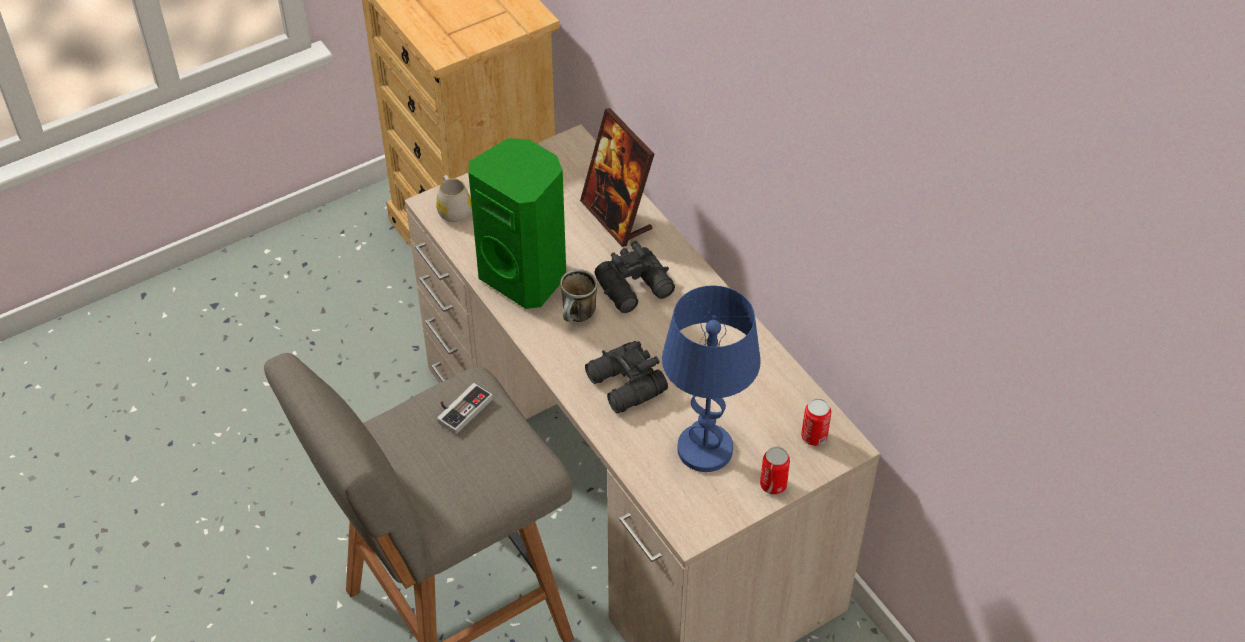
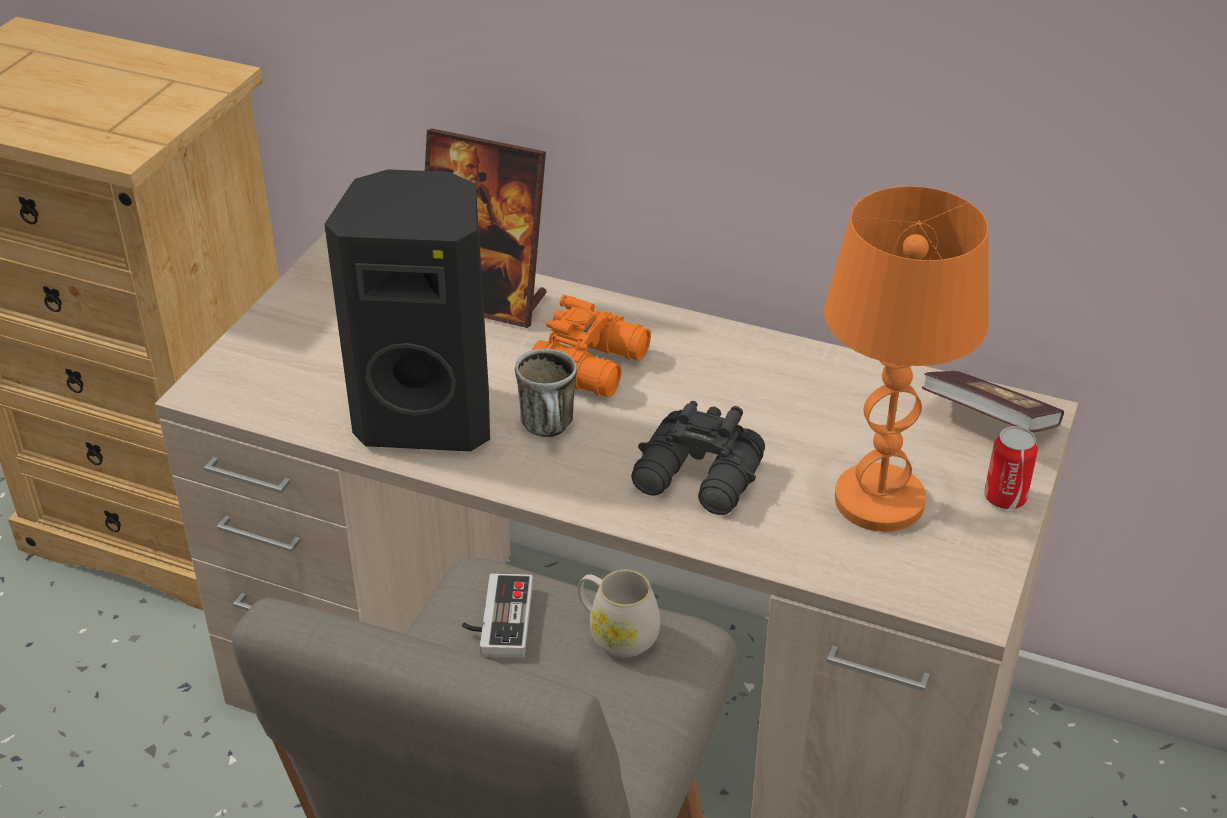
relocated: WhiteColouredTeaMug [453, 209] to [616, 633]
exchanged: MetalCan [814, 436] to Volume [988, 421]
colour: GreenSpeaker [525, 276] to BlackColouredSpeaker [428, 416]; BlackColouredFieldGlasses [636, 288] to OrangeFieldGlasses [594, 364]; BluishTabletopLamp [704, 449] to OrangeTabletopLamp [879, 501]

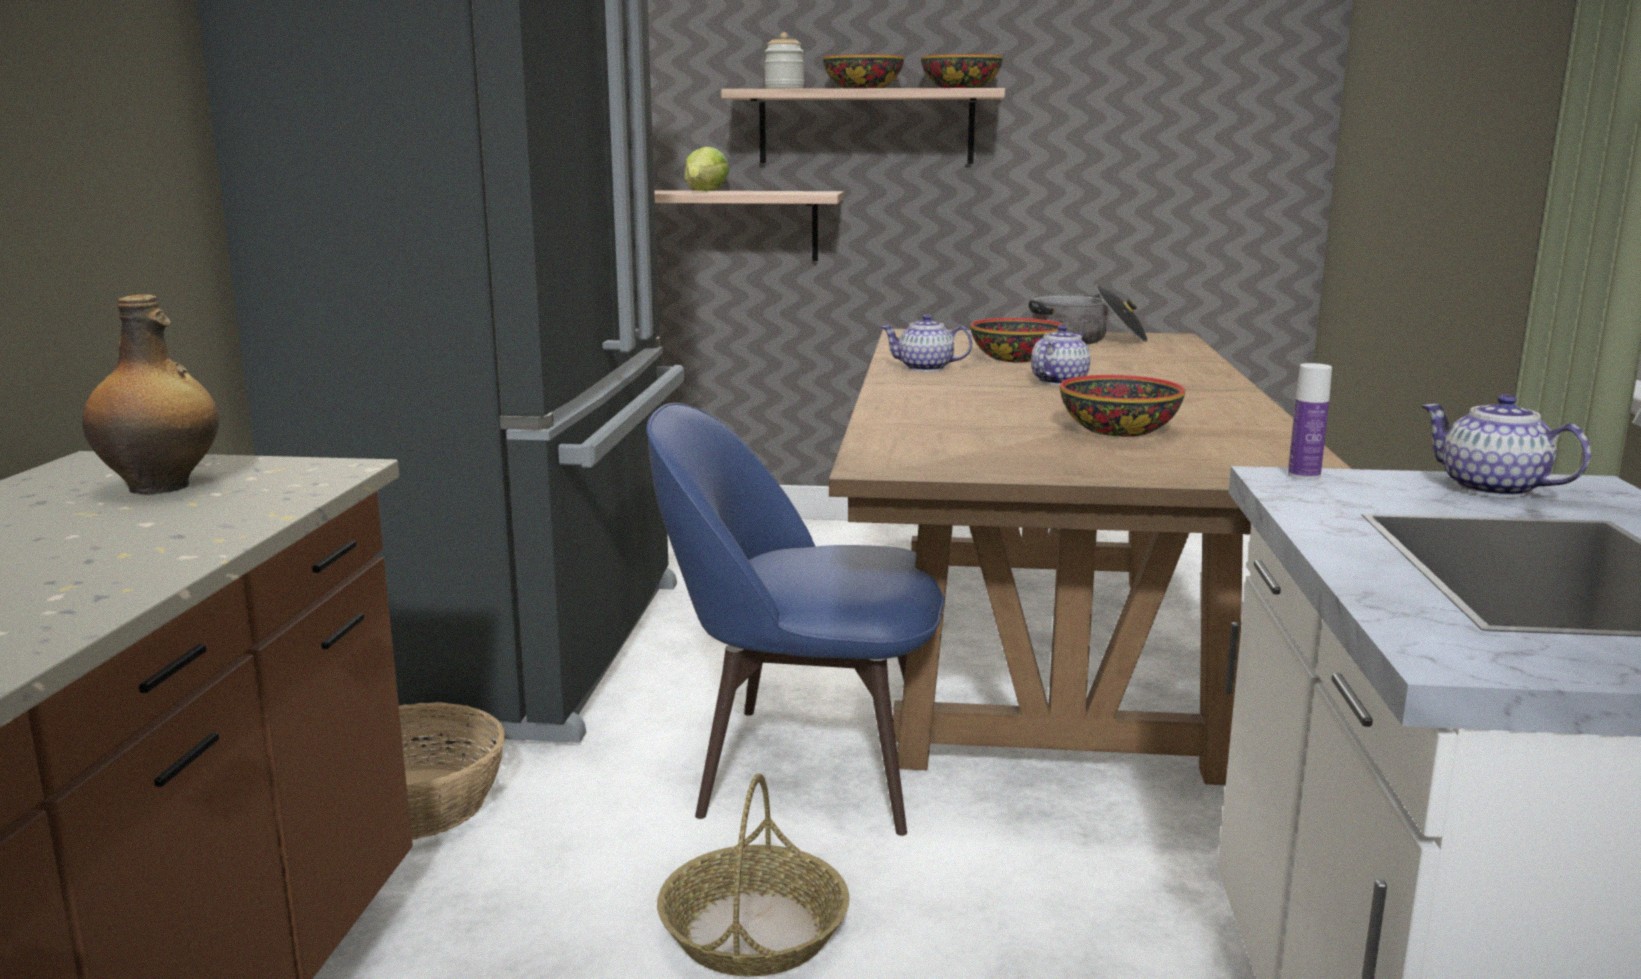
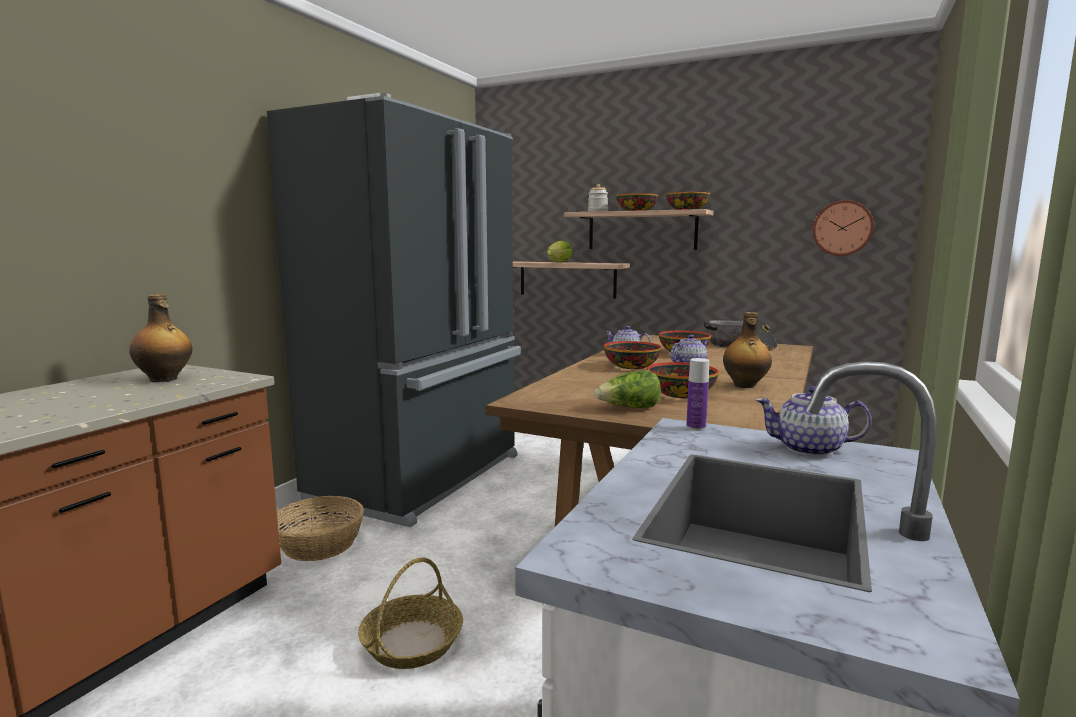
missing: BluishChair [804, 766]
appeared: LettuceHead [629, 408]; DeepDish [632, 366]; BeverageBottle [744, 385]; ClockOnTheWall [842, 228]
spun: PotForTea [1493, 489] = [810, 449] 60 degrees counterclockwise

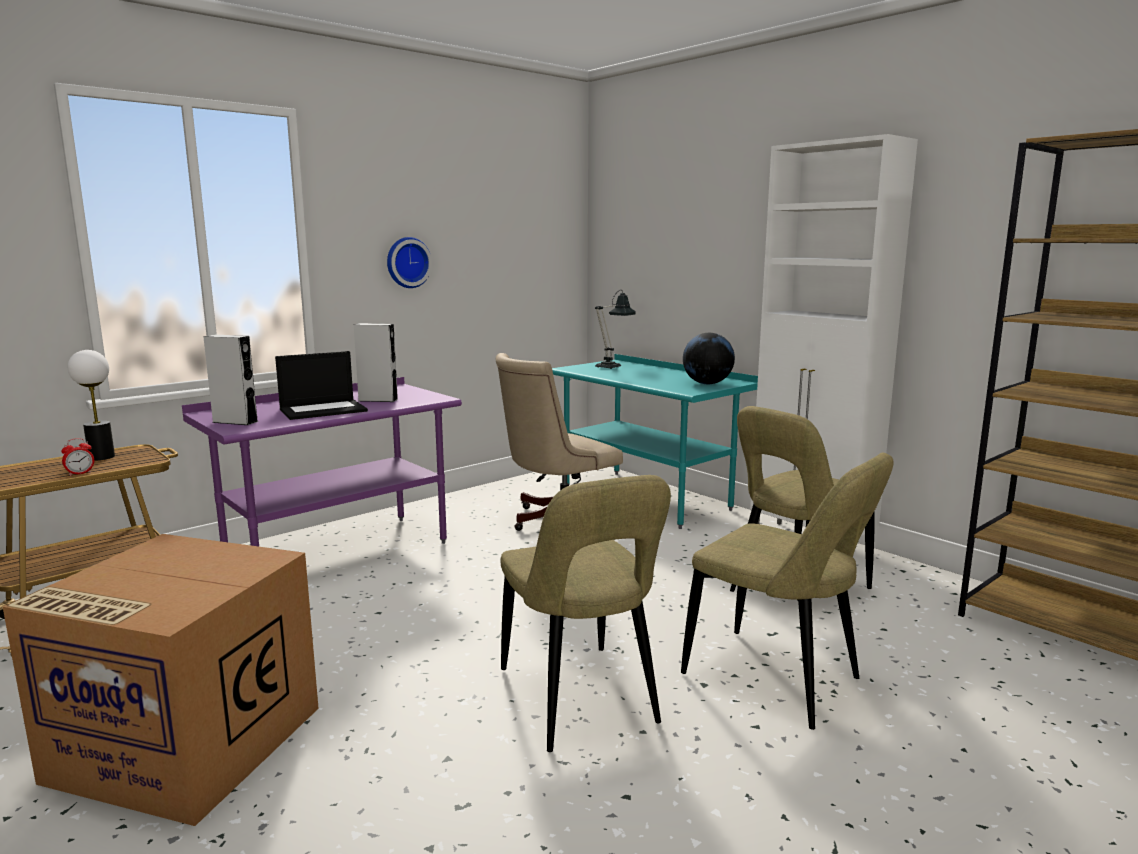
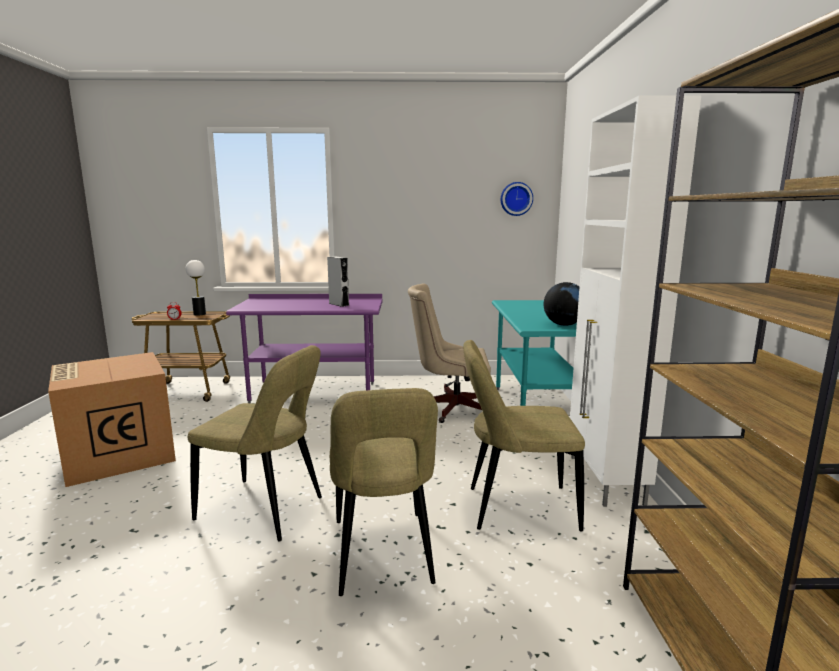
missing: GraySpeaker [235, 422]; PortableComputer [324, 410]; TabletopLamp [611, 366]
relocated: ClockOnTheWall [407, 262] to [516, 199]
spun: BeigeChair [580, 701] = [265, 510] 90 degrees counterclockwise

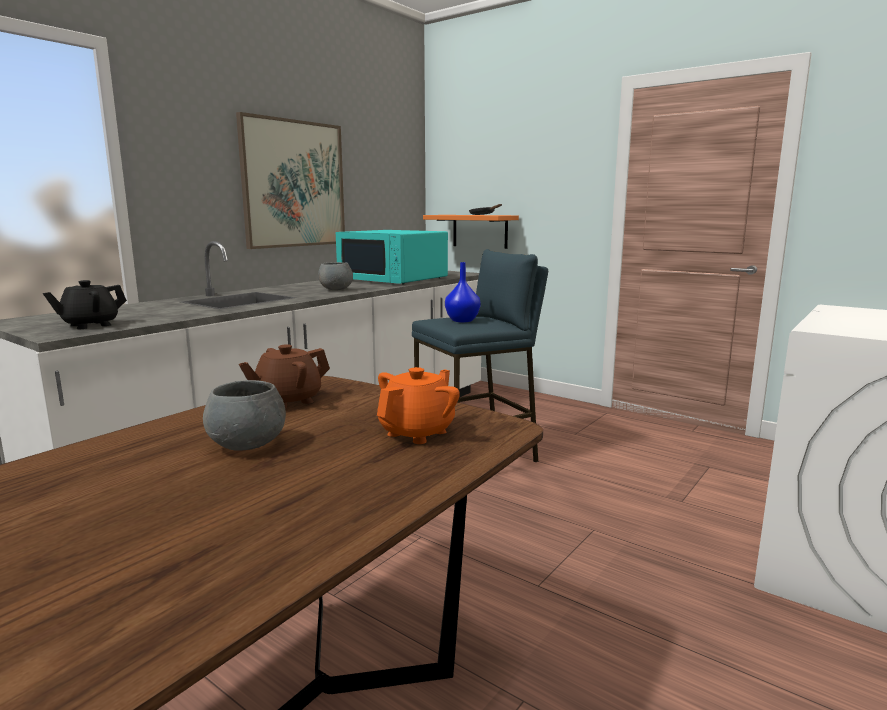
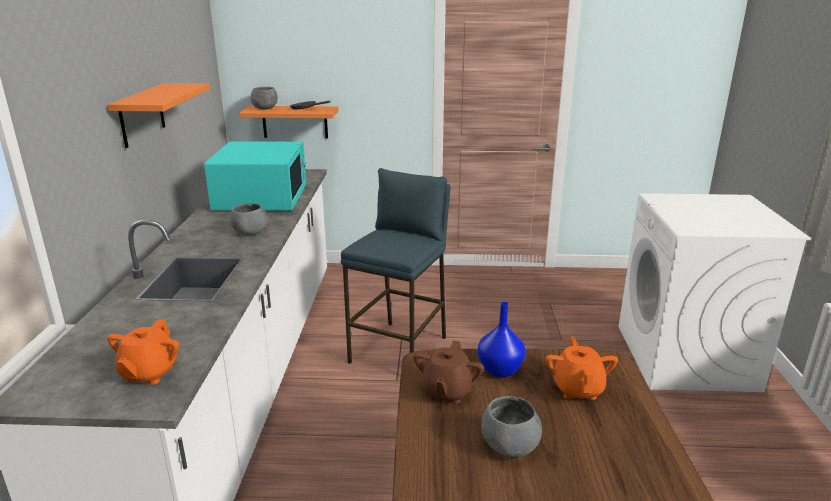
appeared: GrayDeepDish [265, 108]
relocated: BluishFlowerVase [462, 320] to [500, 369]
exchanged: Picture [294, 184] to OrangeShelf [142, 115]
colour: BlackColouredPotForTea [90, 325] to OrangePotForTea [149, 373]
spun: TurquoiseColouredMicrowaveOven [393, 279] = [262, 197] 90 degrees counterclockwise

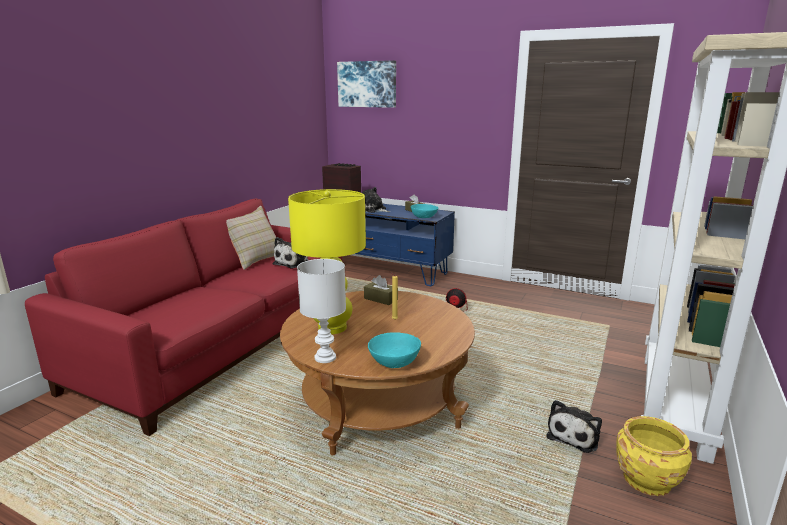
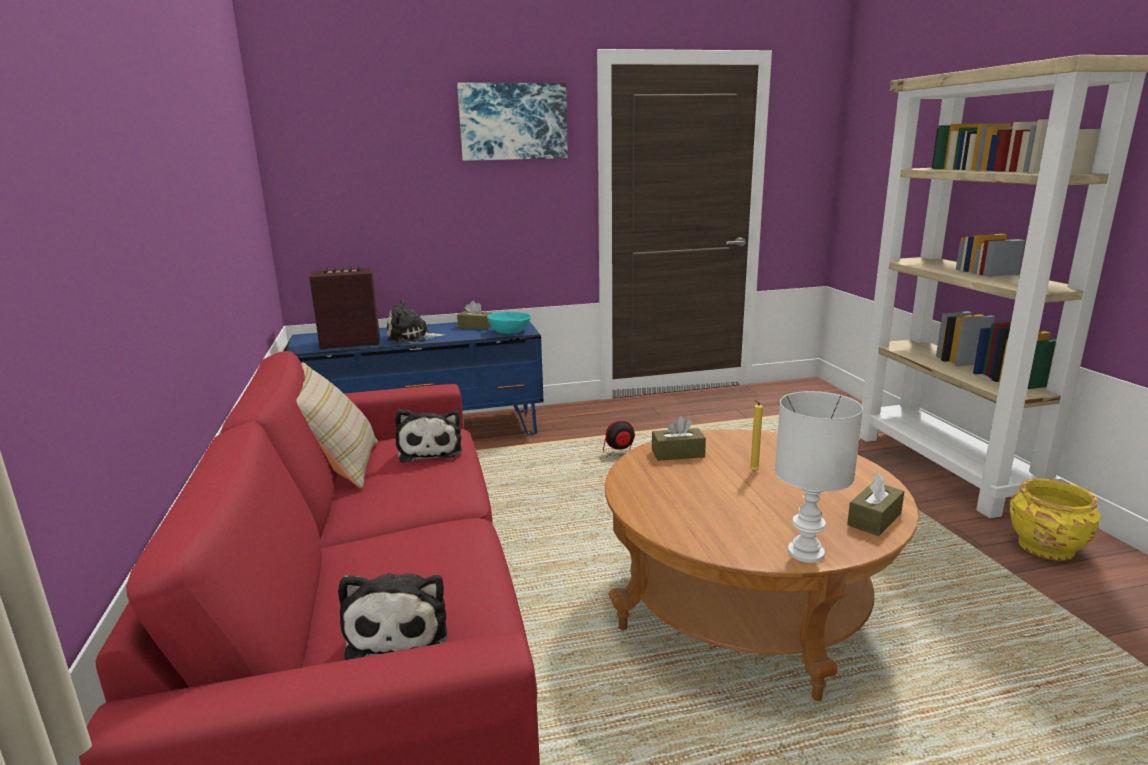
missing: YellowTabletopLamp [333, 328]
relocated: Picture [367, 84] to [513, 121]; SoftToy [574, 435] to [399, 629]
exchanged: TurquoiseColouredDeepDish [394, 362] to BrownTissueHolder [874, 519]

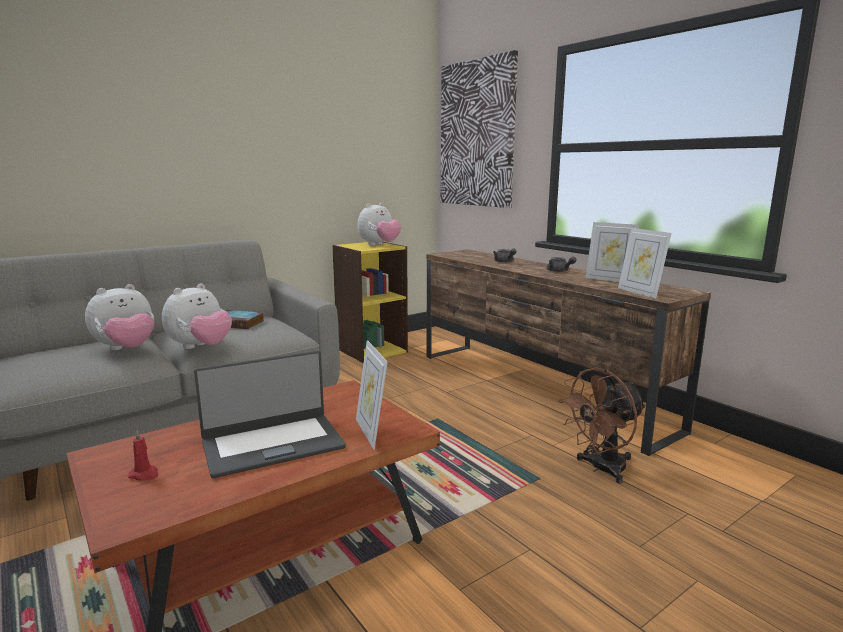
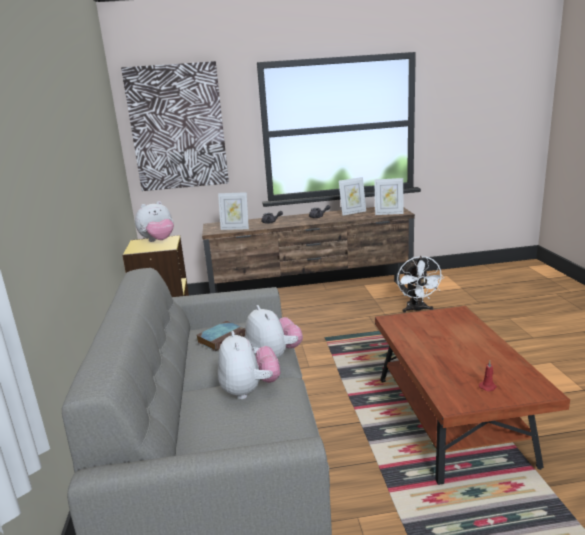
missing: PortableComputer [272, 444]
relocated: PhotoFrame [371, 432] to [235, 228]
colour: BrownCoolingFan [601, 469] to WhiteColouredCoolingFan [417, 310]
spun: SoftToy [379, 245] = [158, 241] 75 degrees clockwise

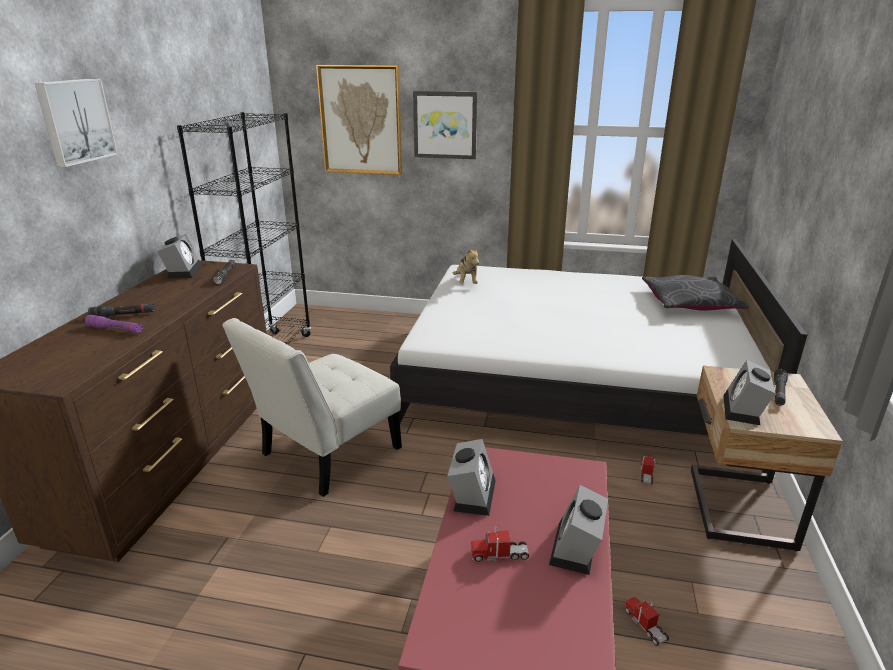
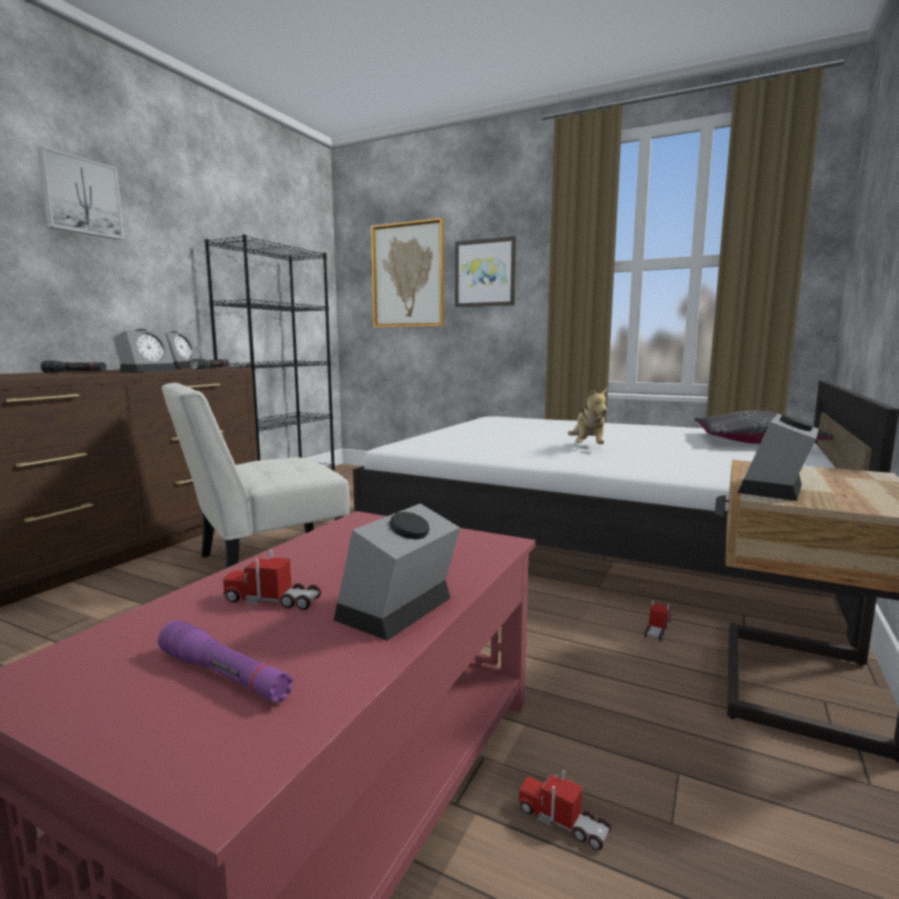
missing: BlackColouredTorch [778, 392]
relocated: PurpleTorch [115, 329] to [224, 675]; AlarmClock [472, 493] to [148, 371]; SoftToy [466, 282] to [588, 447]
spun: ToyLorry [645, 625] = [562, 821] 45 degrees counterclockwise

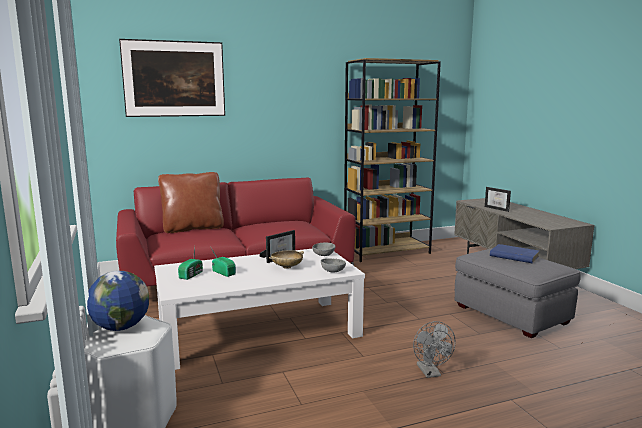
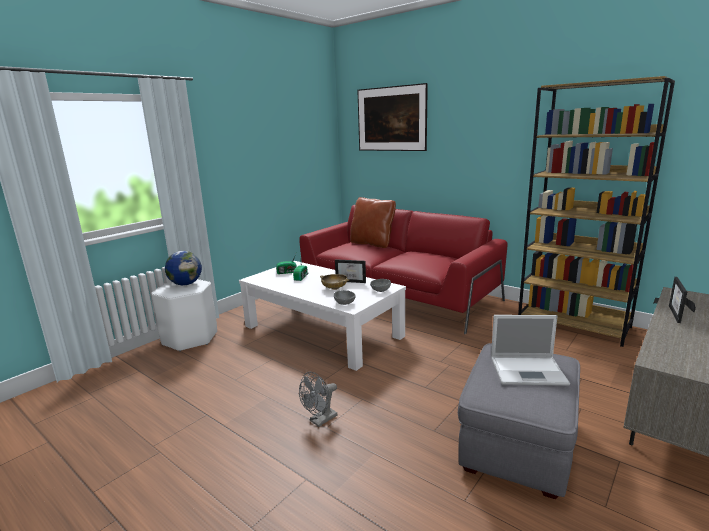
exchanged: BluishVolume [513, 256] to PortableComputer [529, 370]

